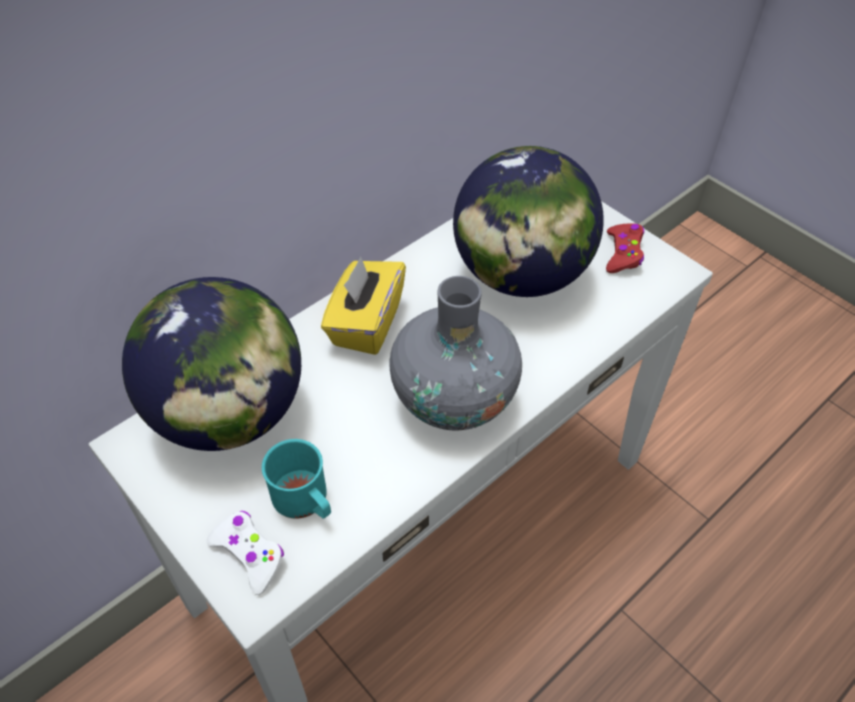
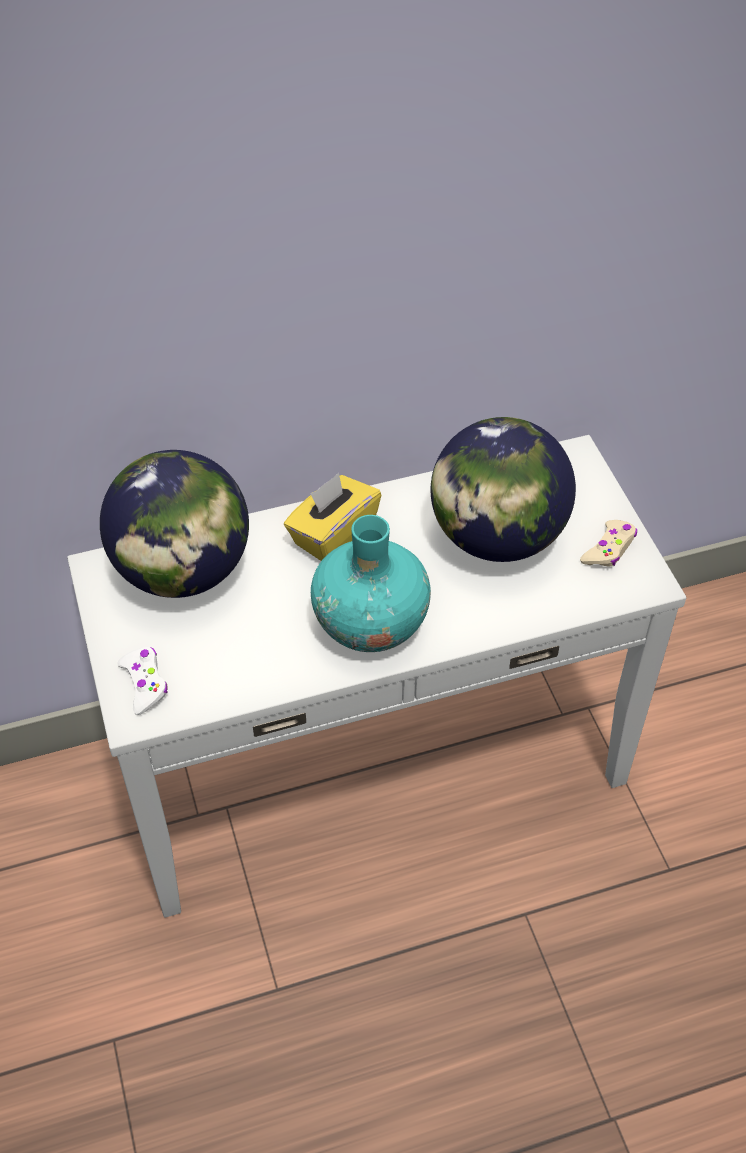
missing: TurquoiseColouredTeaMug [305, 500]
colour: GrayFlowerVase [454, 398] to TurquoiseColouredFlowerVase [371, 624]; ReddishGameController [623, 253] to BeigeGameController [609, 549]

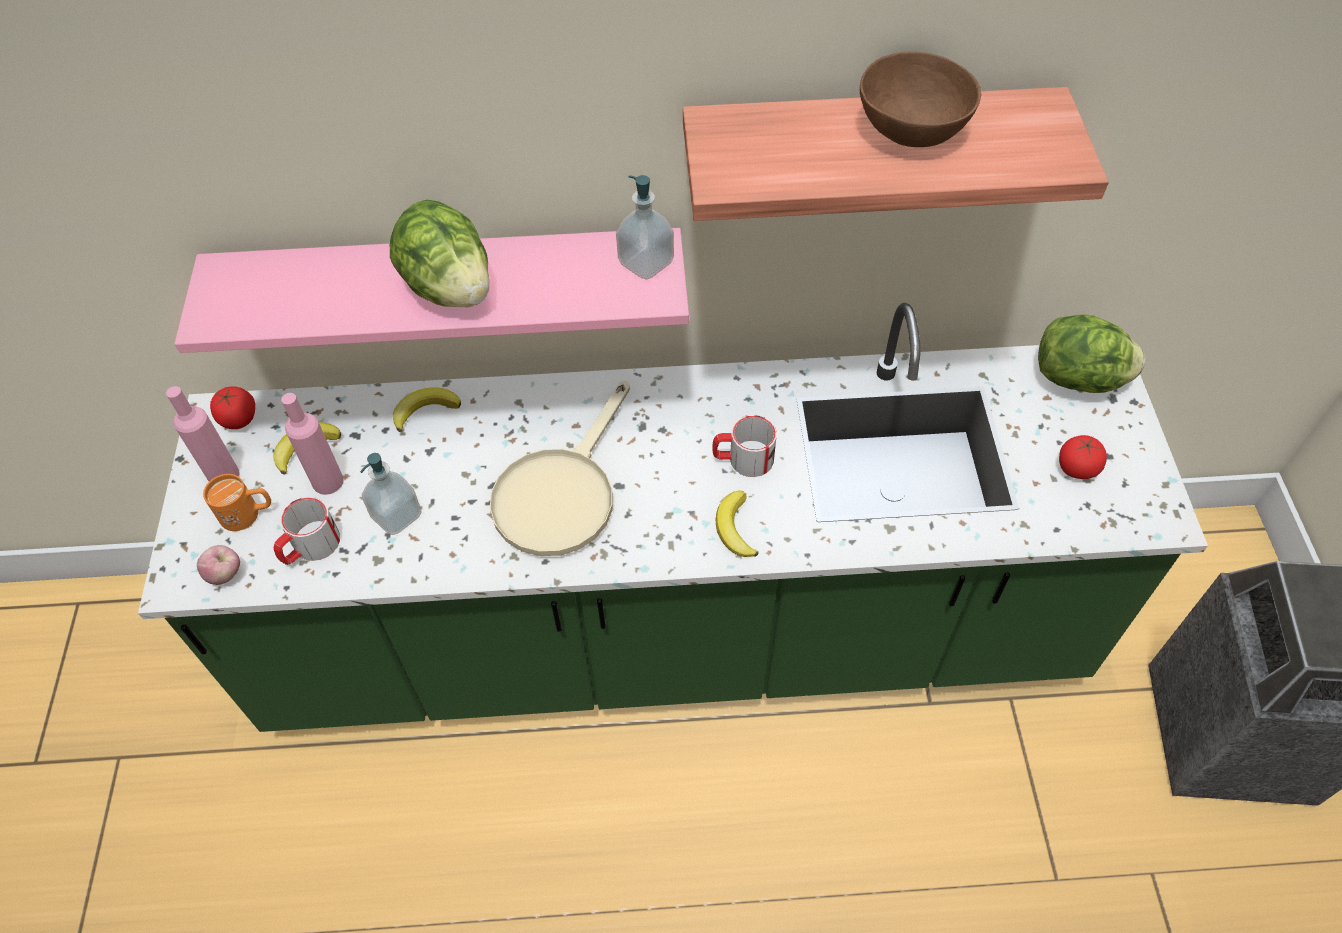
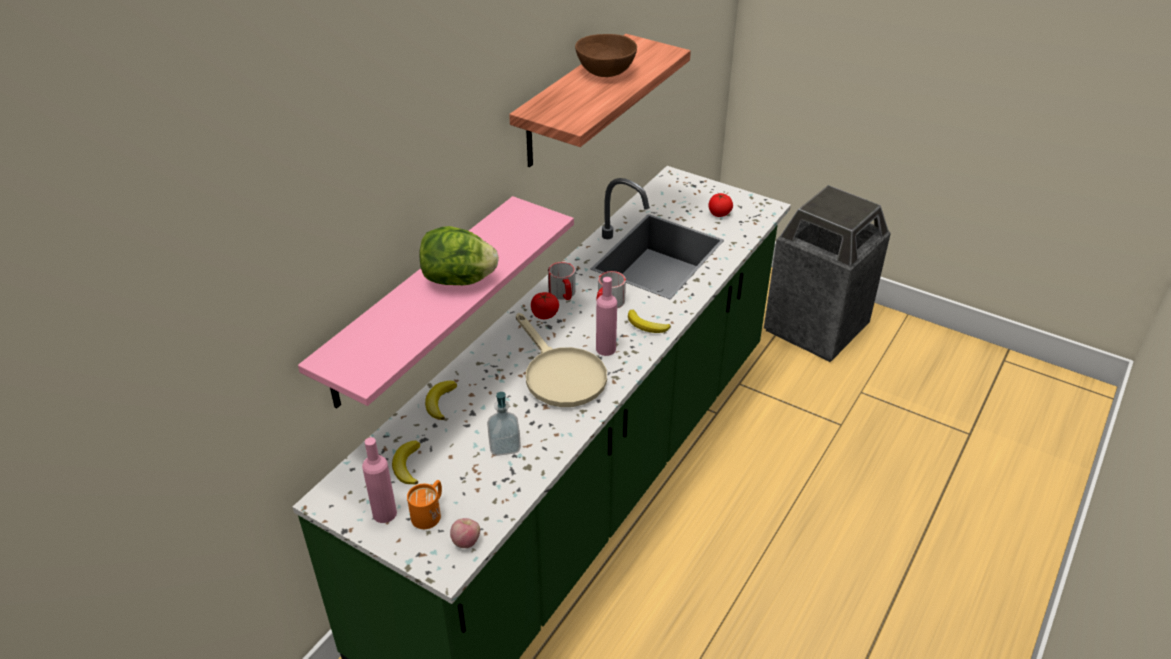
missing: SoapBottle [646, 263]; LettuceHead [1079, 379]
relocated: Tomato [239, 419] to [544, 314]; TeaMug [310, 547] to [563, 294]; PinkBeverageBottle [328, 481] to [606, 349]

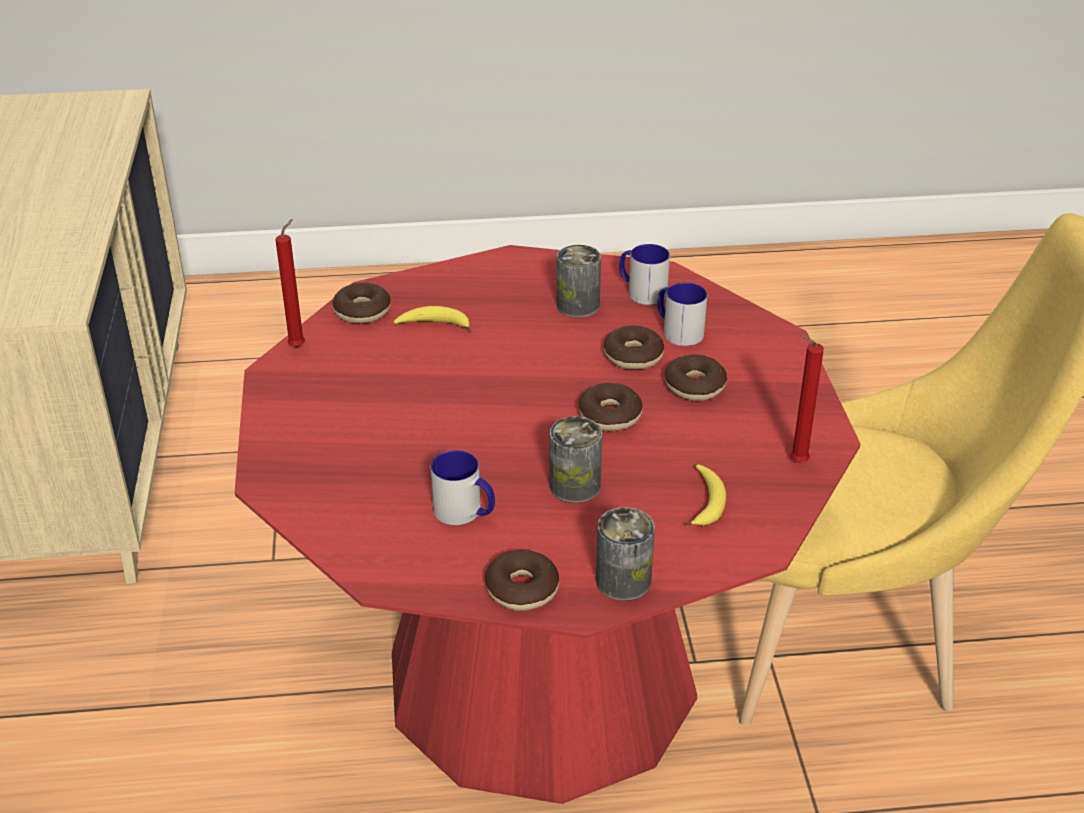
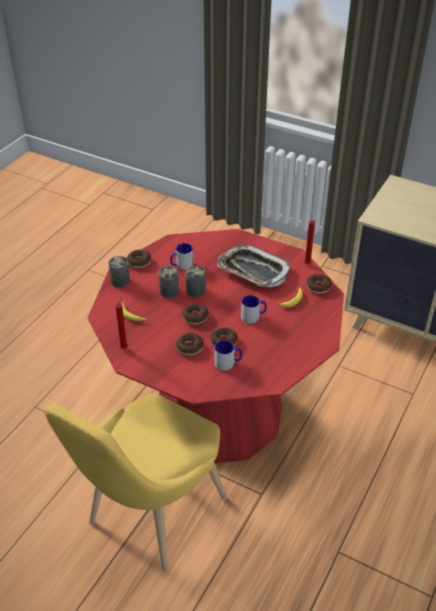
appeared: ServingTray [253, 270]
relocated: MetalCan [578, 305] to [196, 291]; TeaMug [641, 291] to [253, 317]

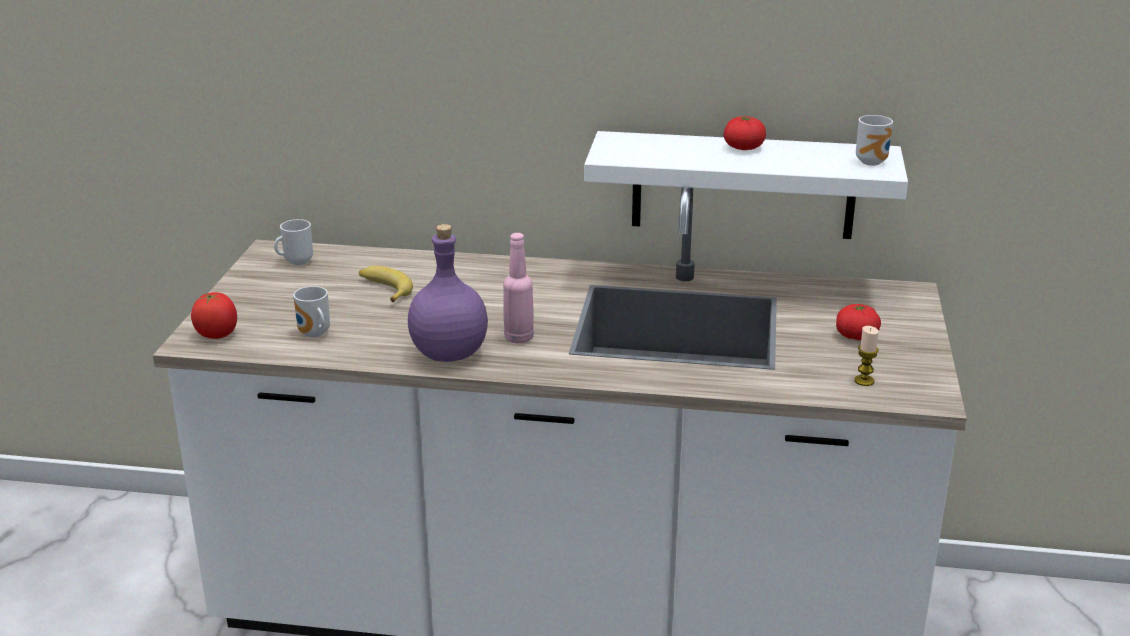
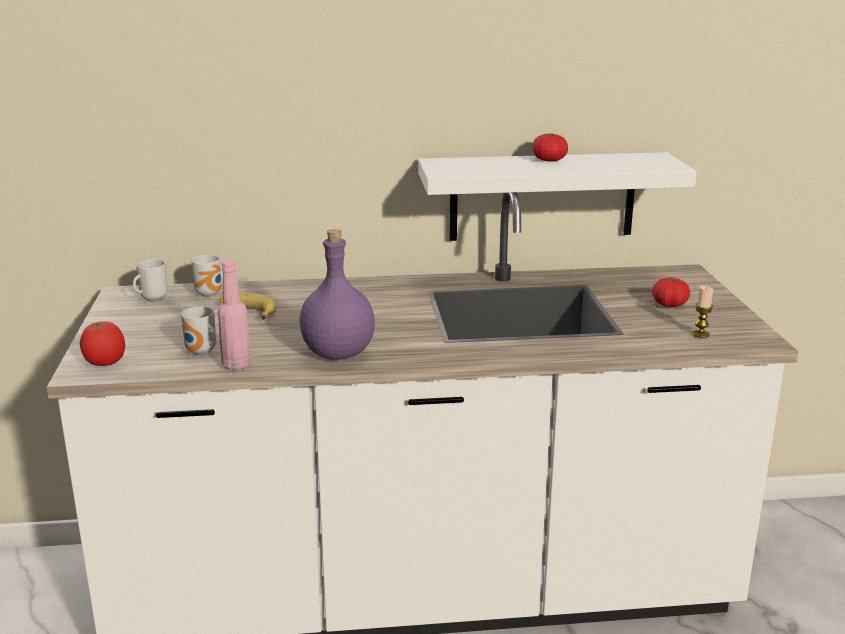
relocated: PinkBeverageBottle [518, 338] to [236, 365]; TeaMug [873, 162] to [211, 293]

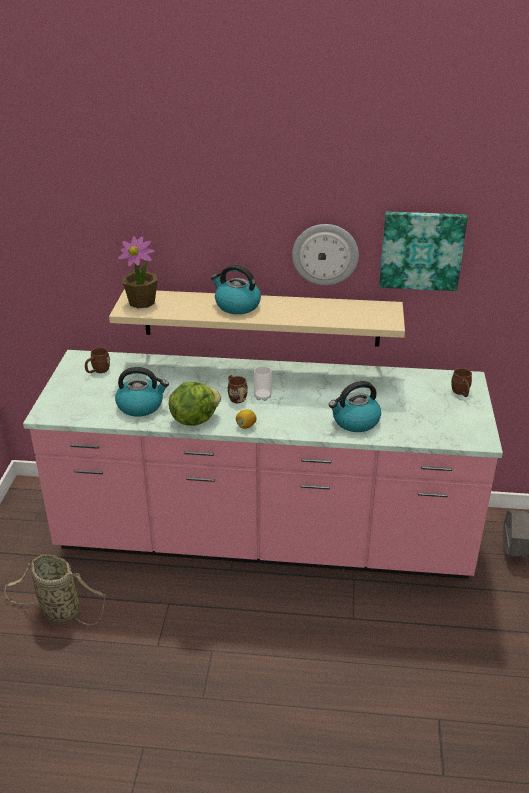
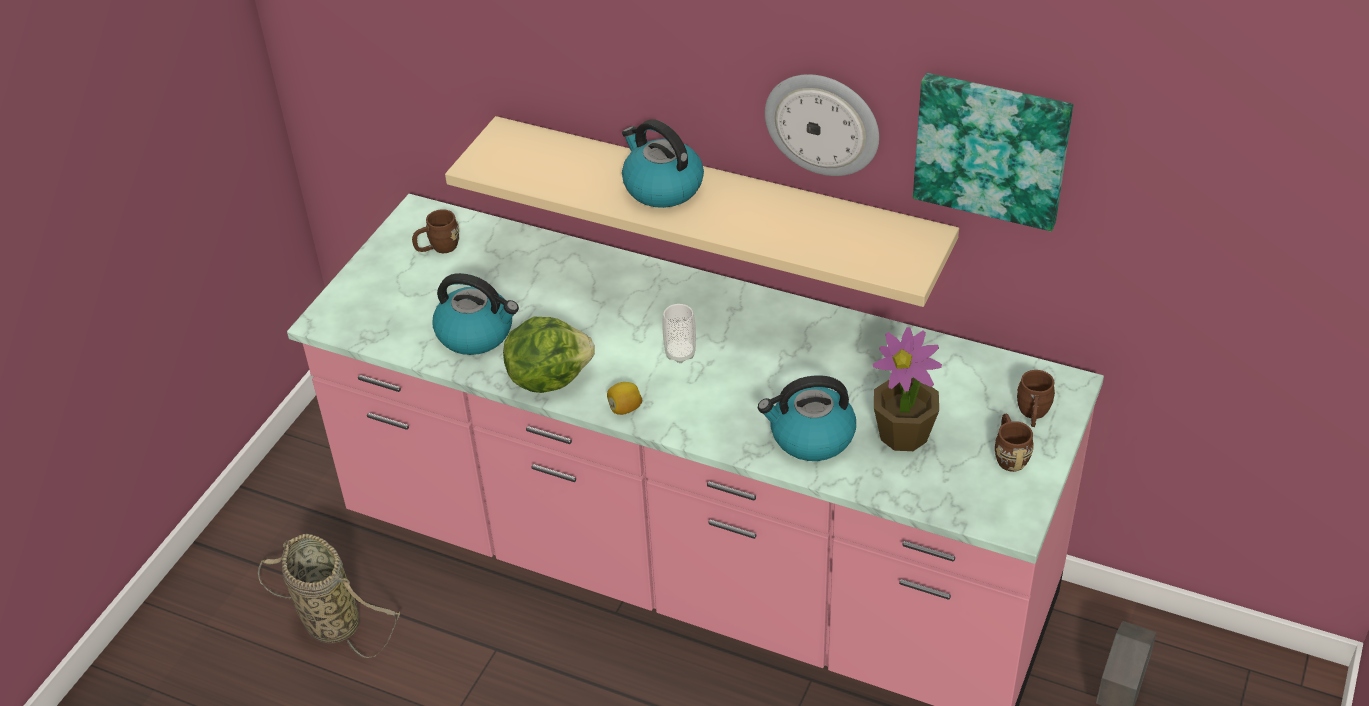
relocated: PottedPlant [142, 302] to [904, 434]; BrownTeaMug [235, 396] to [1009, 455]

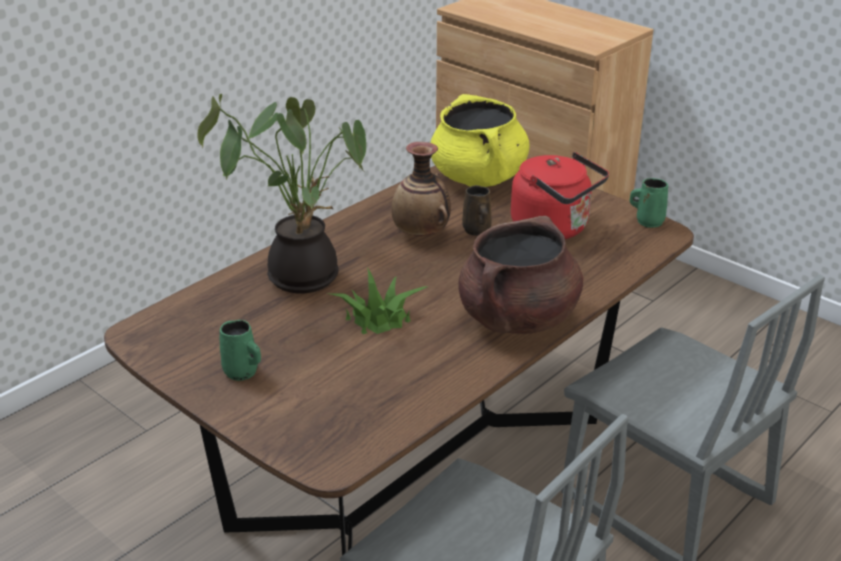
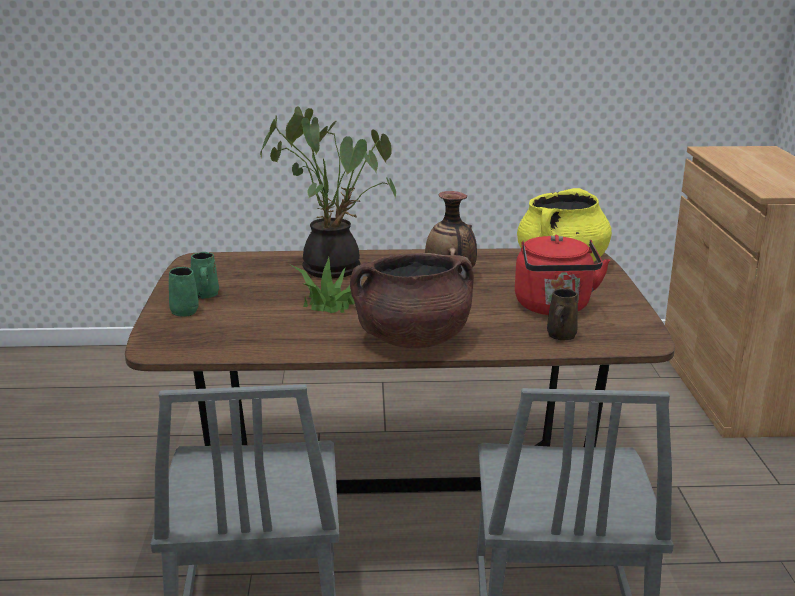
relocated: BrownTeaMug [477, 231] to [560, 336]; GreenTeaMug [648, 221] to [184, 311]

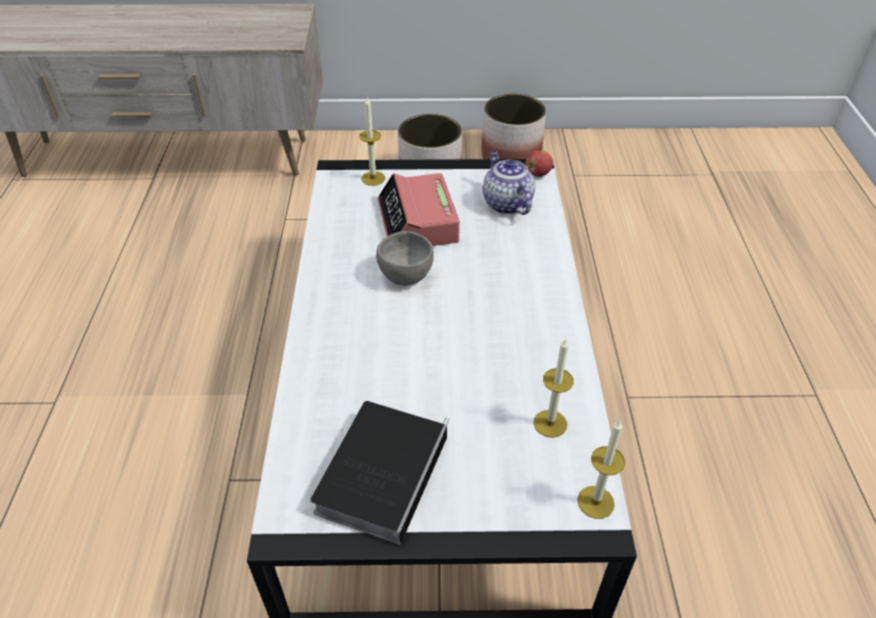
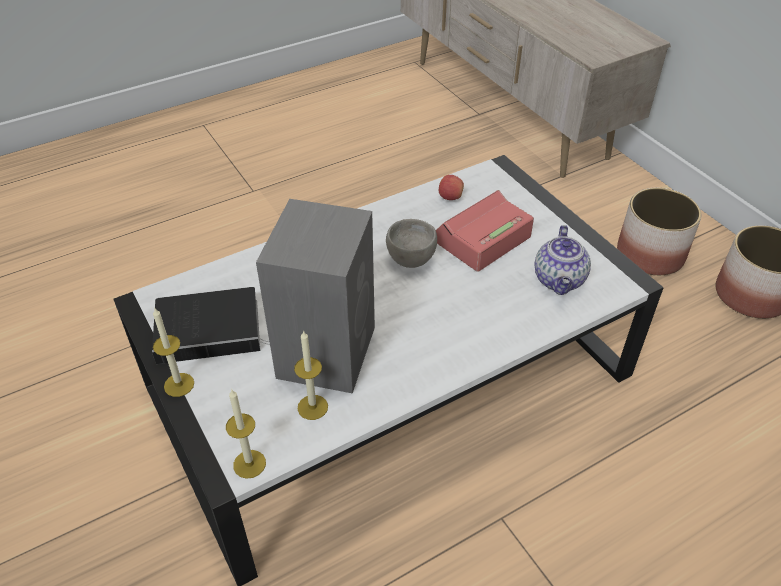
appeared: GraySpeaker [327, 350]
relocated: Candle [373, 178] to [179, 384]; WholeApple [538, 174] to [450, 197]
spun: PotForTea [506, 203] = [559, 281] 150 degrees clockwise

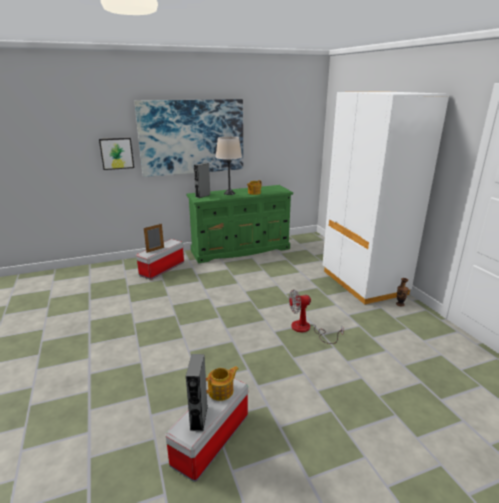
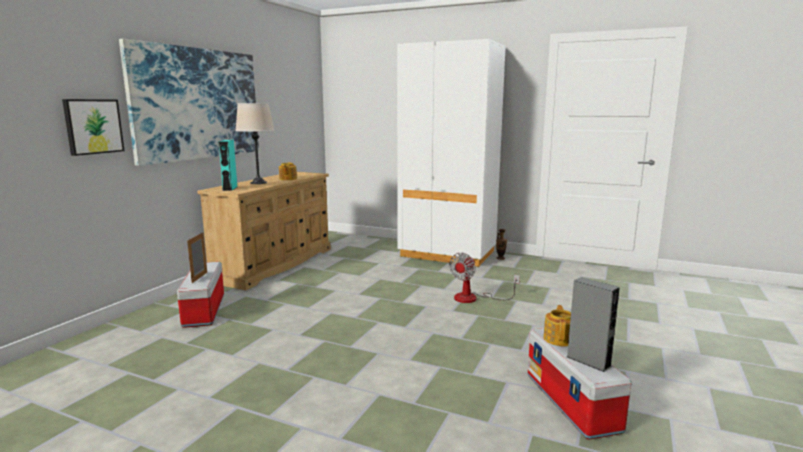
colour: GreenChestOfDrawers [241, 249] to BeigeChestOfDrawers [275, 264]; GraySpeaker [202, 195] to TurquoiseColouredSpeaker [230, 188]

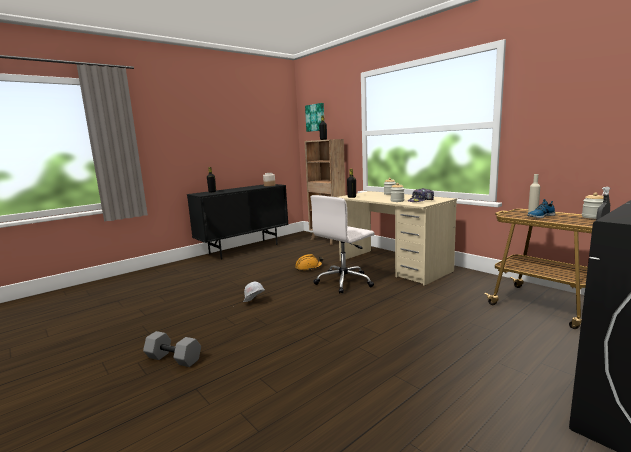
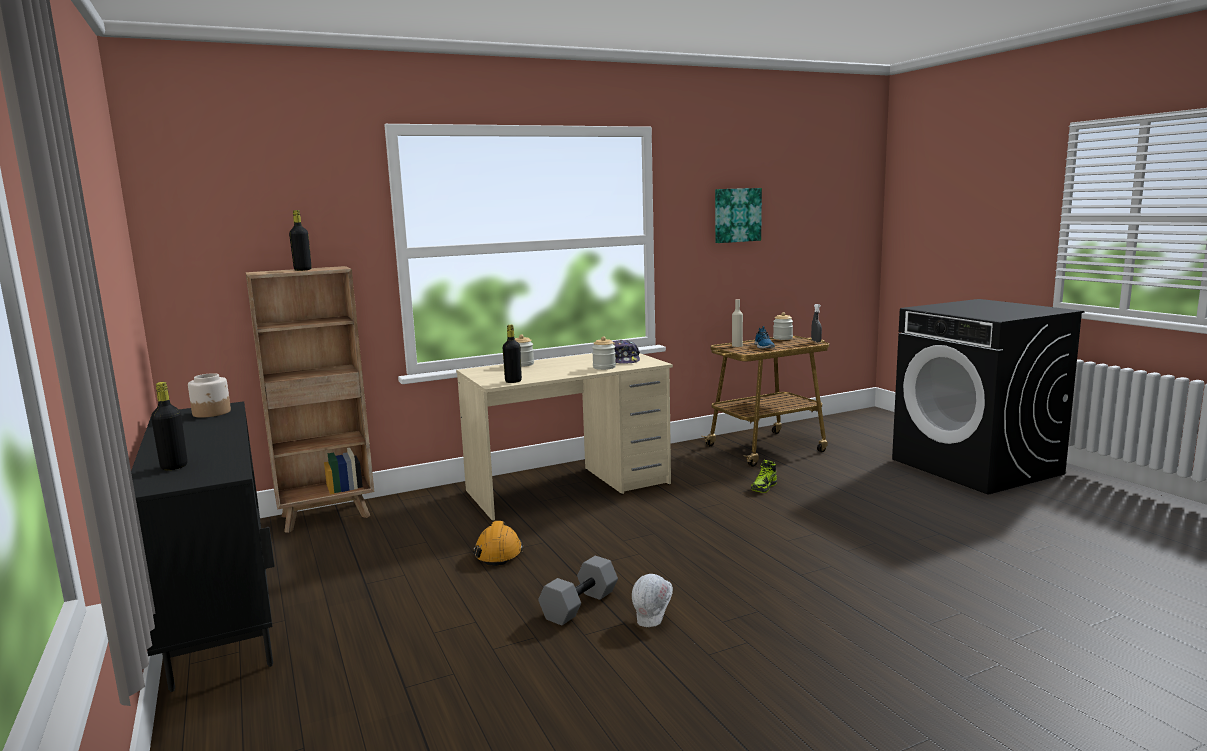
missing: WhiteColouredOfficeChair [344, 282]
appeared: ItemOfFootwear [764, 487]
relocated: GrayHandWeight [174, 358] to [579, 604]; Picture [315, 117] to [736, 215]

